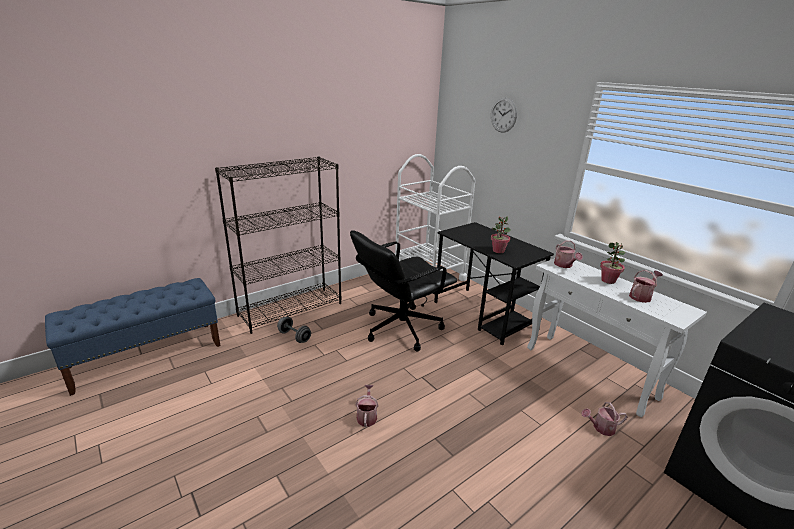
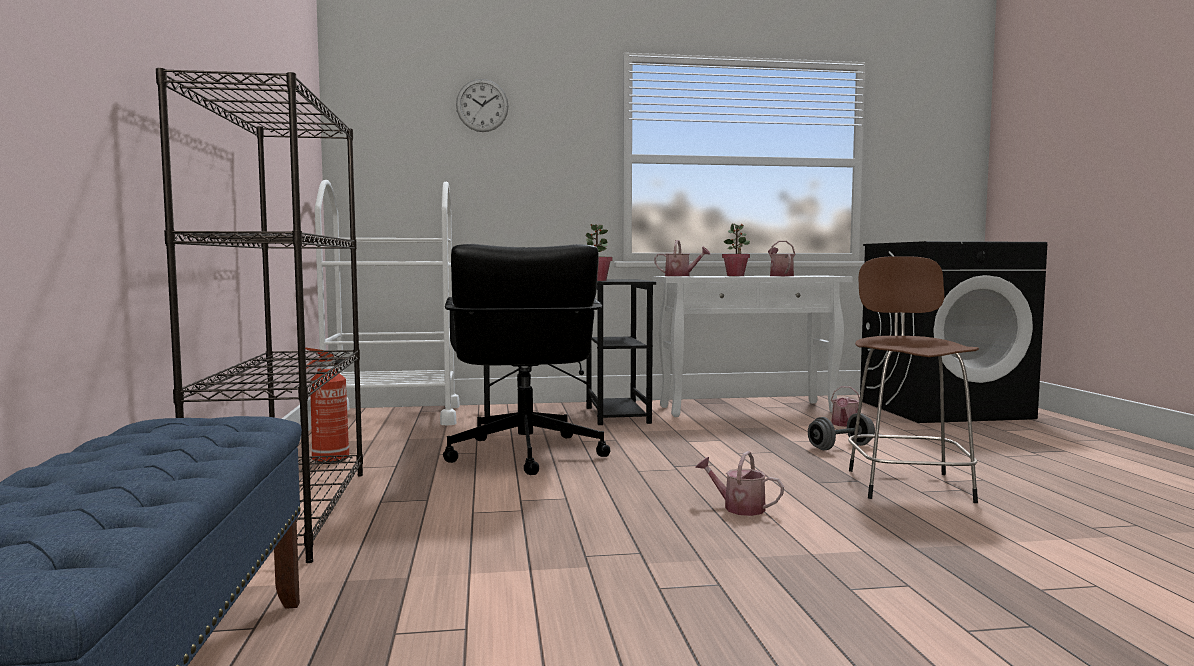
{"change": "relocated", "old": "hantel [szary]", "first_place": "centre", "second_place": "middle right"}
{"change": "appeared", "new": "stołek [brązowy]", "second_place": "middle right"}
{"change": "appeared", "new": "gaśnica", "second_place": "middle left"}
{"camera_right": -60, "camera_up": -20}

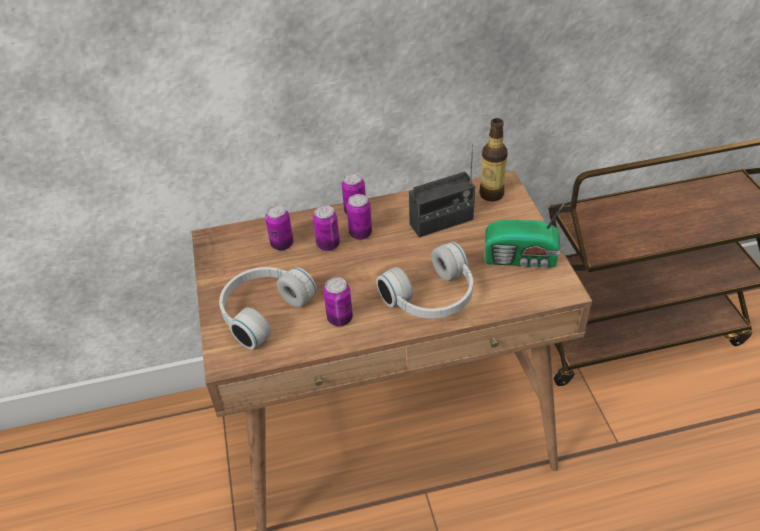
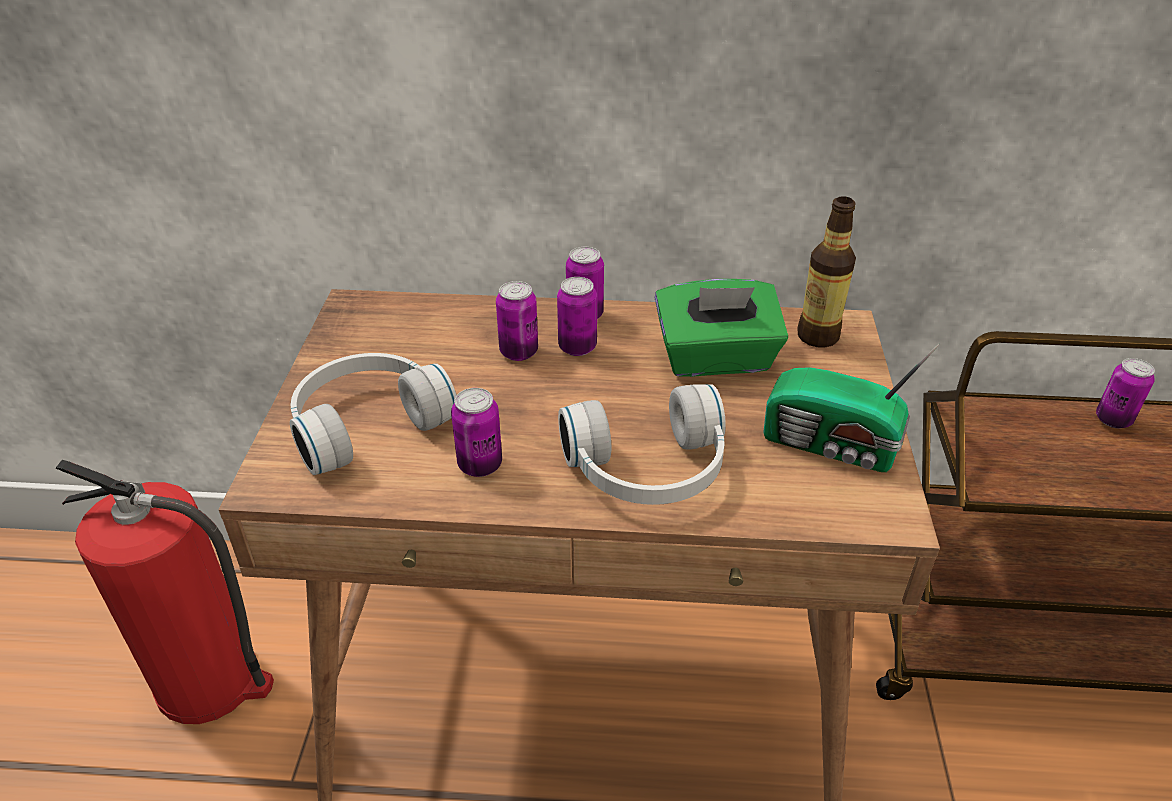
{"change": "exchanged", "old": "radio (no. 1 from left)", "new": "pudełko chusteczek [zielony]", "first_place": "centre", "second_place": "centre"}
{"change": "relocated", "old": "puszka (no. 1 from left in the first image)", "new": "puszka (no. 5 from left)", "first_place": "centre", "second_place": "middle right"}
{"change": "appeared", "new": "gaśnica", "second_place": "bottom left"}
{"camera_right": 15, "camera_up": -5}

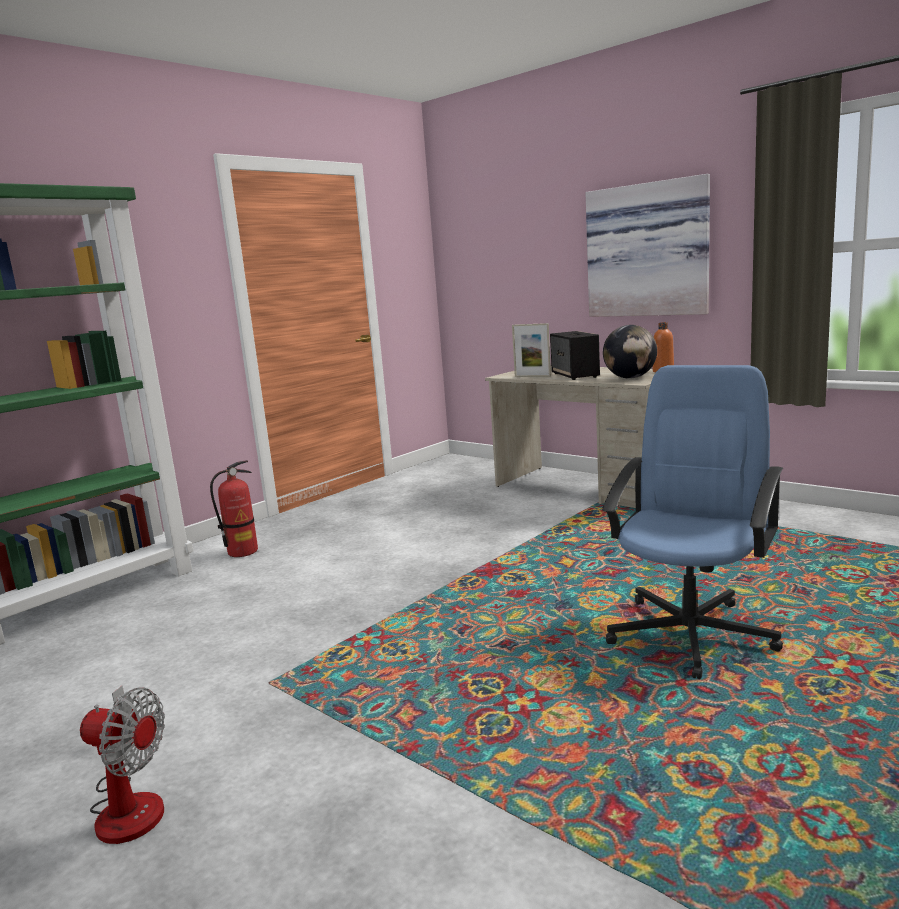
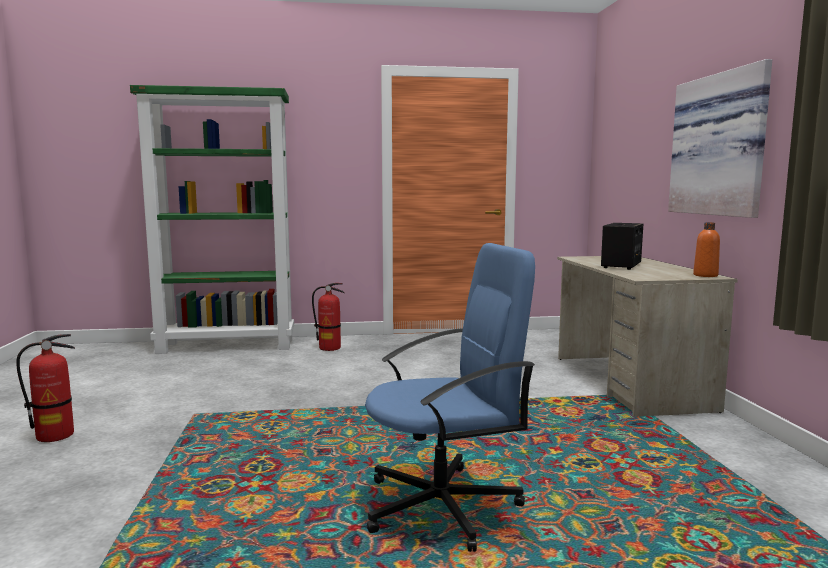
{"change": "missing", "old": "ramka na zdjęcie", "first_place": "centre"}
{"change": "missing", "old": "globus", "first_place": "middle right"}
{"change": "exchanged", "old": "wentylator", "new": "gaśnica (no. 1 from left)", "first_place": "bottom left", "second_place": "bottom left"}
{"camera_right": 40, "camera_up": -5}

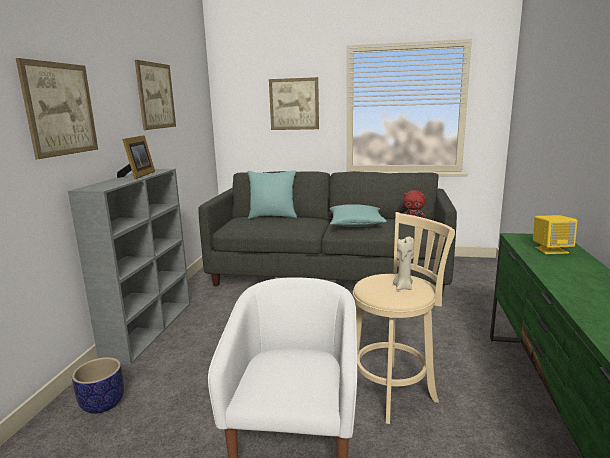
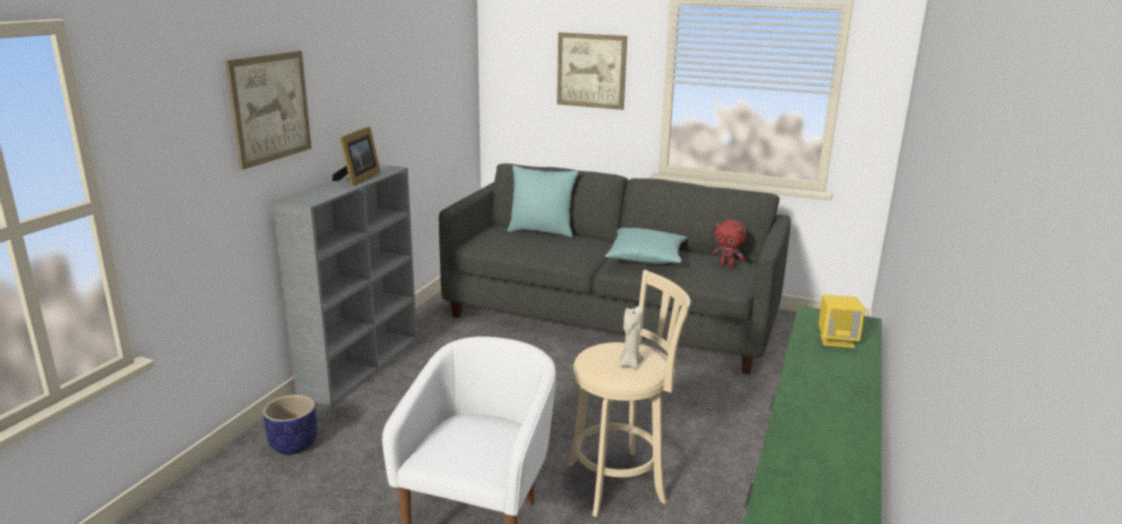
{"change": "missing", "old": "obraz (no. 2 from left)", "first_place": "top left"}
{"camera_right": 10, "camera_up": 5}

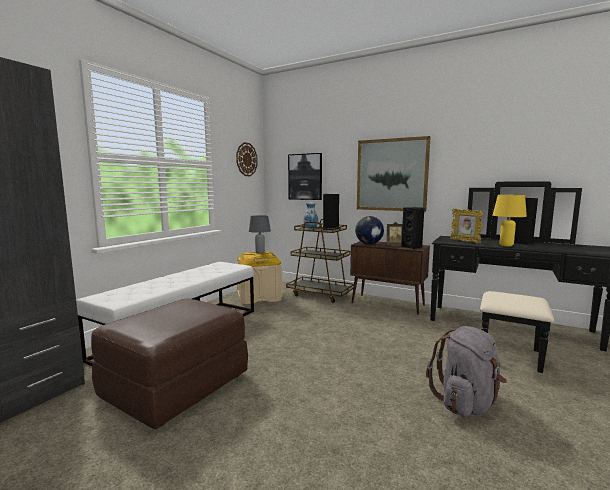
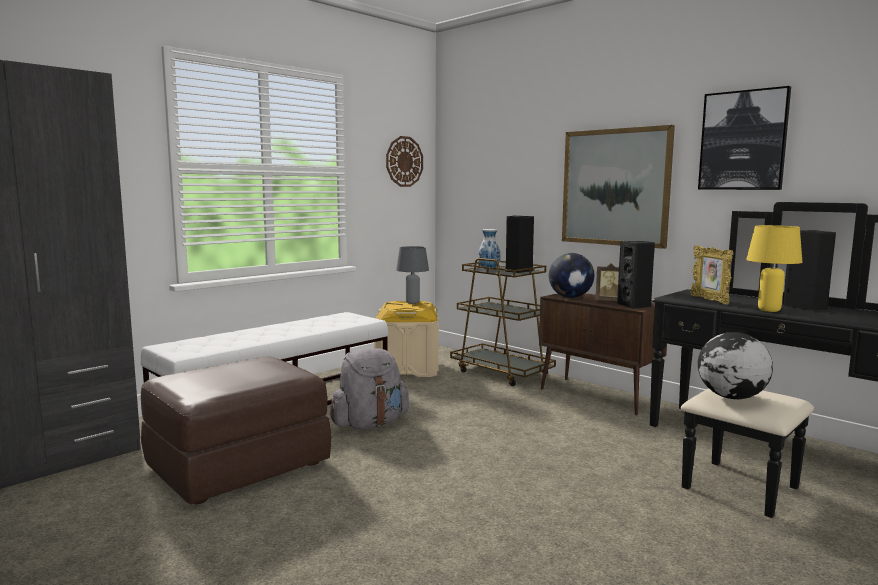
{"change": "relocated", "old": "obraz (no. 1 from left in the first image)", "new": "obraz (no. 2 from left)", "first_place": "centre", "second_place": "top right"}
{"change": "relocated", "old": "plecak [szary]", "first_place": "bottom right", "second_place": "centre"}
{"change": "appeared", "new": "globus (no. 2 from left)", "second_place": "middle right"}
{"camera_right": 15, "camera_up": 0}

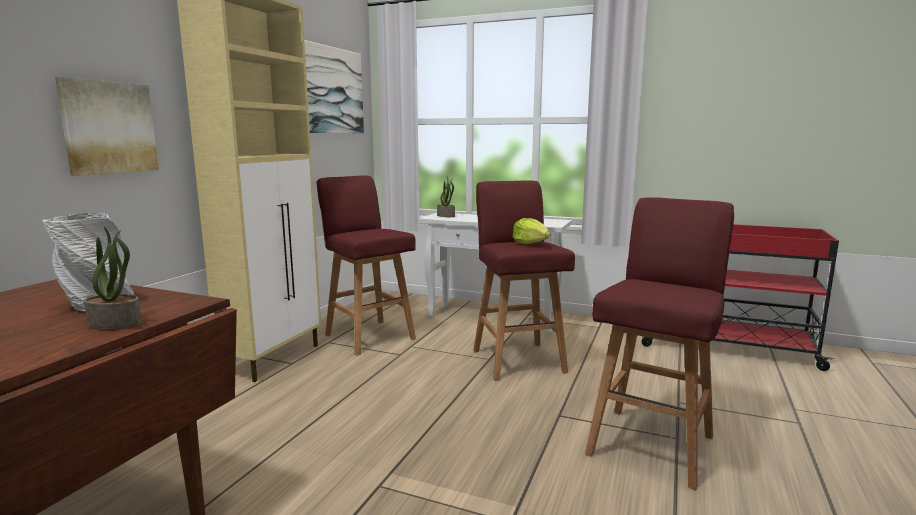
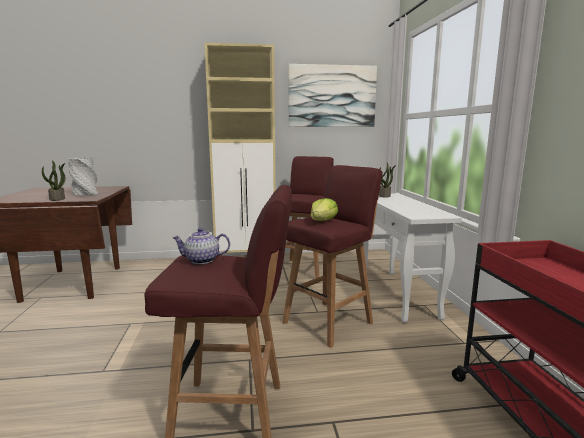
{"change": "missing", "old": "obraz (no. 1 from left)", "first_place": "top left"}
{"change": "appeared", "new": "imbryk", "second_place": "centre"}
{"camera_right": 60, "camera_up": 0}

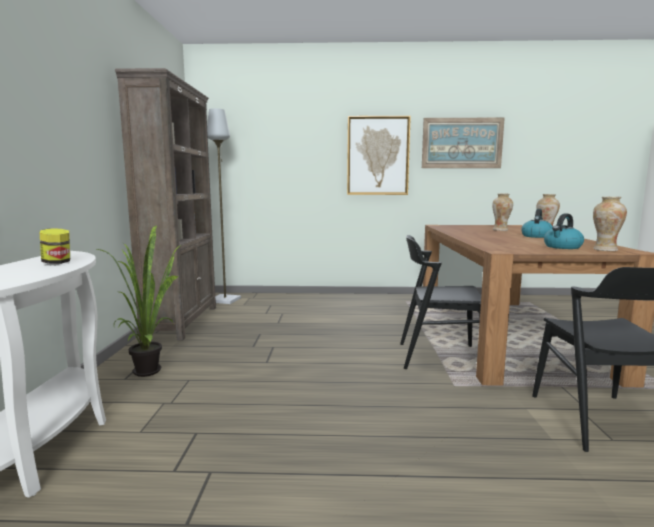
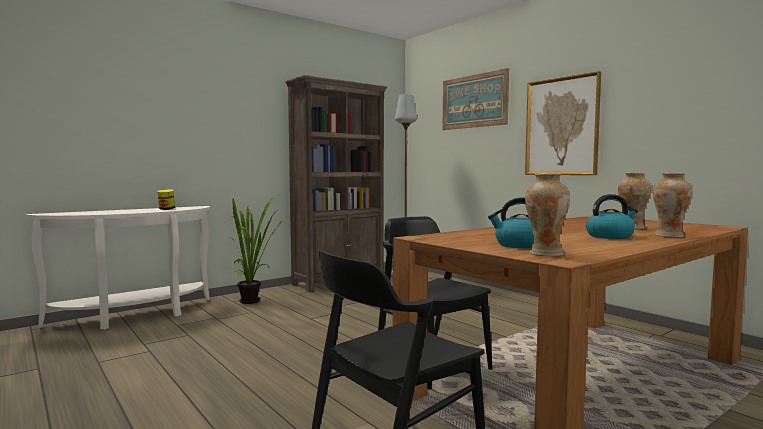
{"change": "relocated", "old": "obraz (no. 2 from left in the first image)", "new": "obraz (no. 1 from left)", "first_place": "top right", "second_place": "top centre"}
{"camera_right": 50, "camera_up": -5}

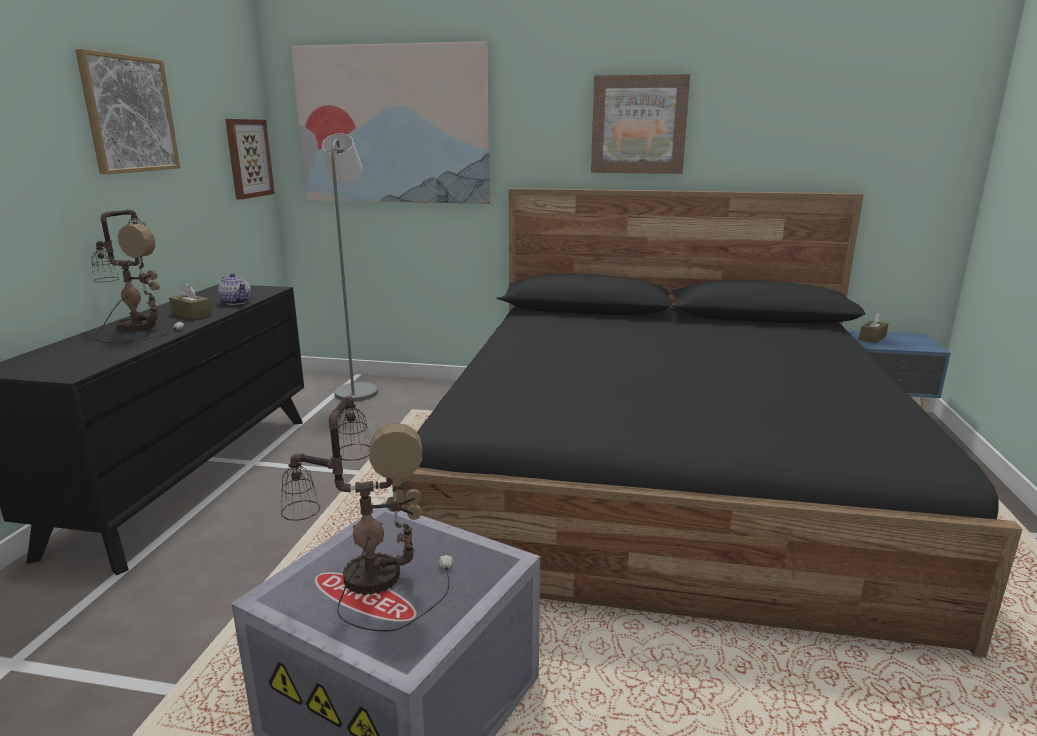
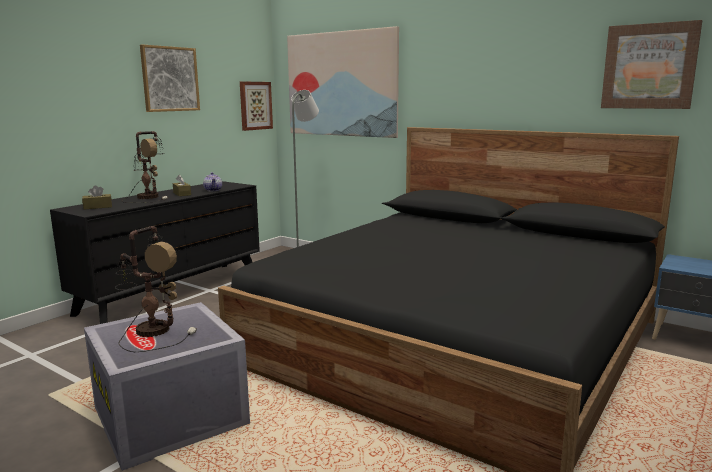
{"change": "relocated", "old": "obraz (no. 4 from left)", "first_place": "top centre", "second_place": "top right"}
{"change": "relocated", "old": "pudełko chusteczek [brązowy] (no. 2 from left in the first image)", "new": "pudełko chusteczek [brązowy] (no. 1 from left)", "first_place": "middle right", "second_place": "middle left"}
{"camera_right": 25, "camera_up": -5}

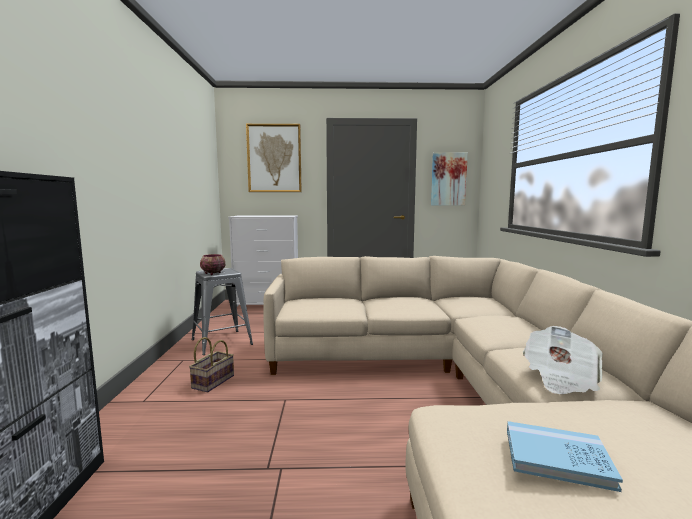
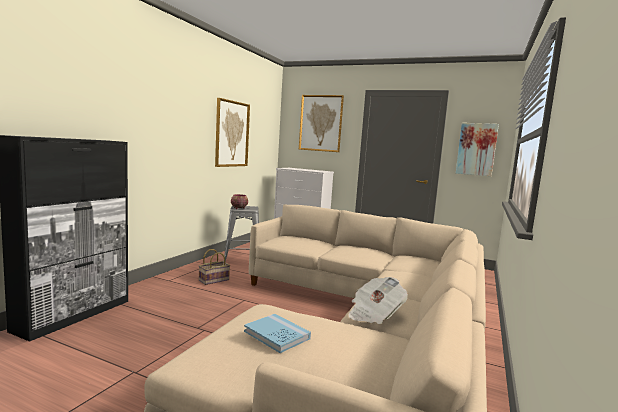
{"change": "appeared", "new": "obraz (no. 1 from left)", "second_place": "top centre"}
{"camera_right": 25, "camera_up": 0}

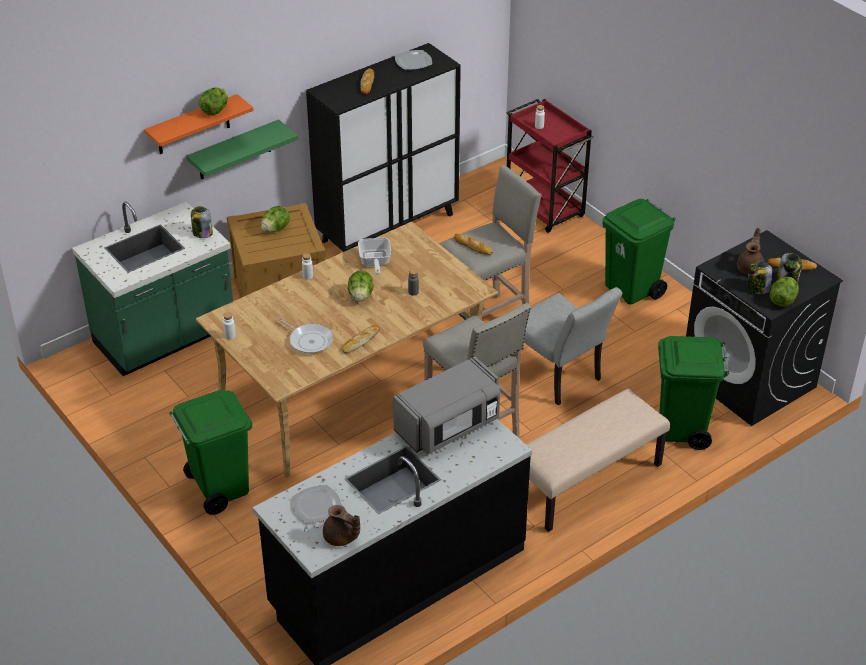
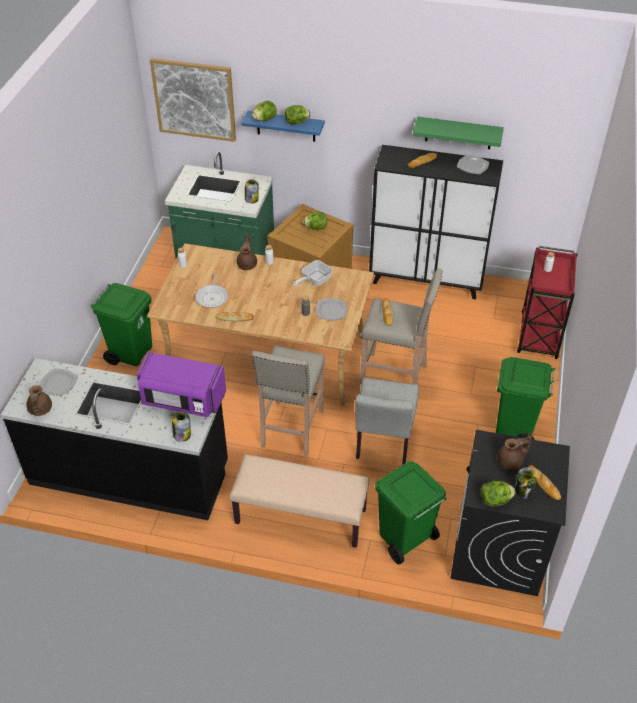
{"change": "colour", "old": "półka [pomarańczowy]", "new": "półka [niebieski]", "first_place": "top left", "second_place": "top centre"}
{"change": "relocated", "old": "półka [zielony]", "first_place": "top left", "second_place": "top right"}
{"change": "relocated", "old": "słoik (no. 2 from left in the first image)", "new": "słoik (no. 1 from left)", "first_place": "middle right", "second_place": "middle left"}
{"change": "relocated", "old": "sałata (no. 3 from left in the first image)", "new": "sałata (no. 1 from left)", "first_place": "centre", "second_place": "top centre"}
{"change": "colour", "old": "mikrofalówka [szary]", "new": "mikrofalówka [fioletowy]", "first_place": "centre", "second_place": "middle left"}
{"change": "appeared", "new": "obraz", "second_place": "top left"}
{"change": "appeared", "new": "imbryk [brązowy] (no. 2 from left)", "second_place": "centre"}
{"change": "appeared", "new": "talerz (no. 2 from left)", "second_place": "centre"}
{"camera_right": 50, "camera_up": 5}

